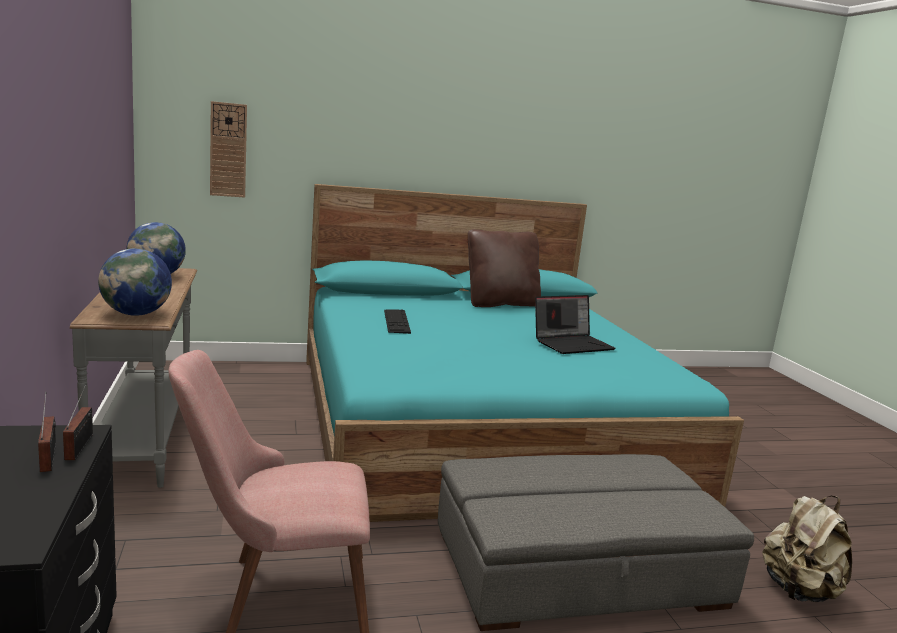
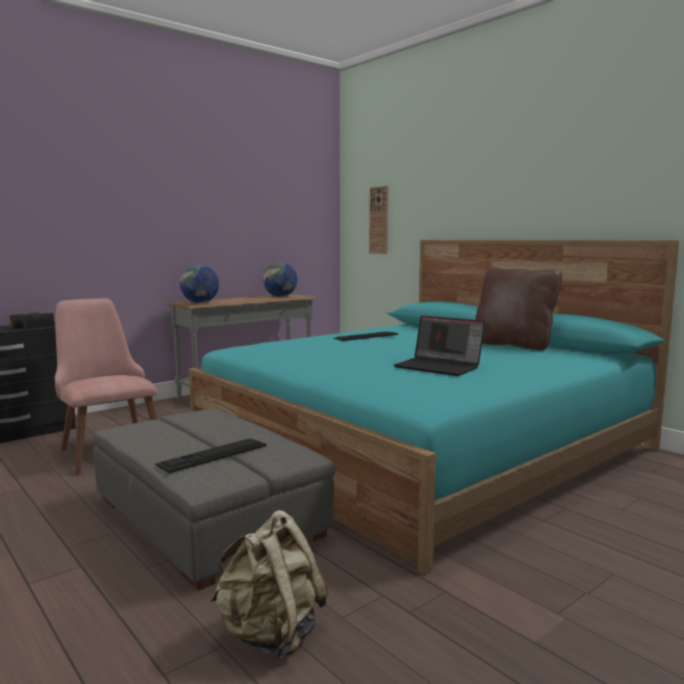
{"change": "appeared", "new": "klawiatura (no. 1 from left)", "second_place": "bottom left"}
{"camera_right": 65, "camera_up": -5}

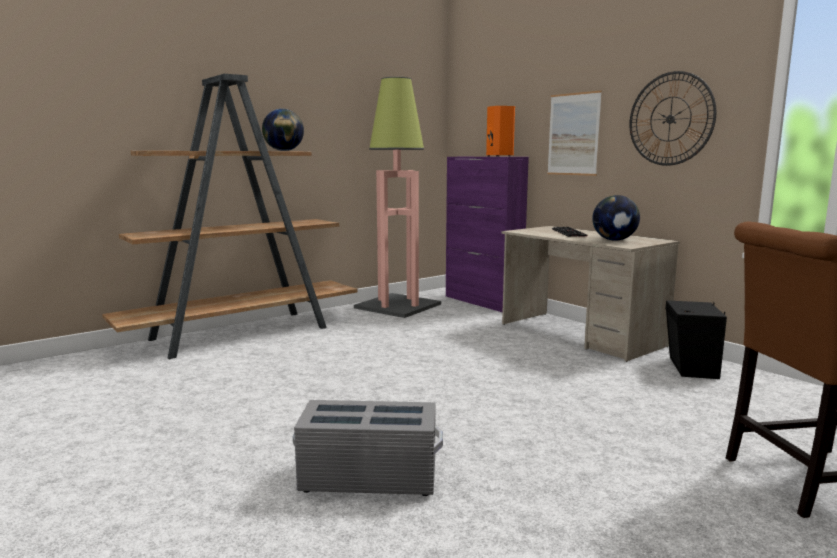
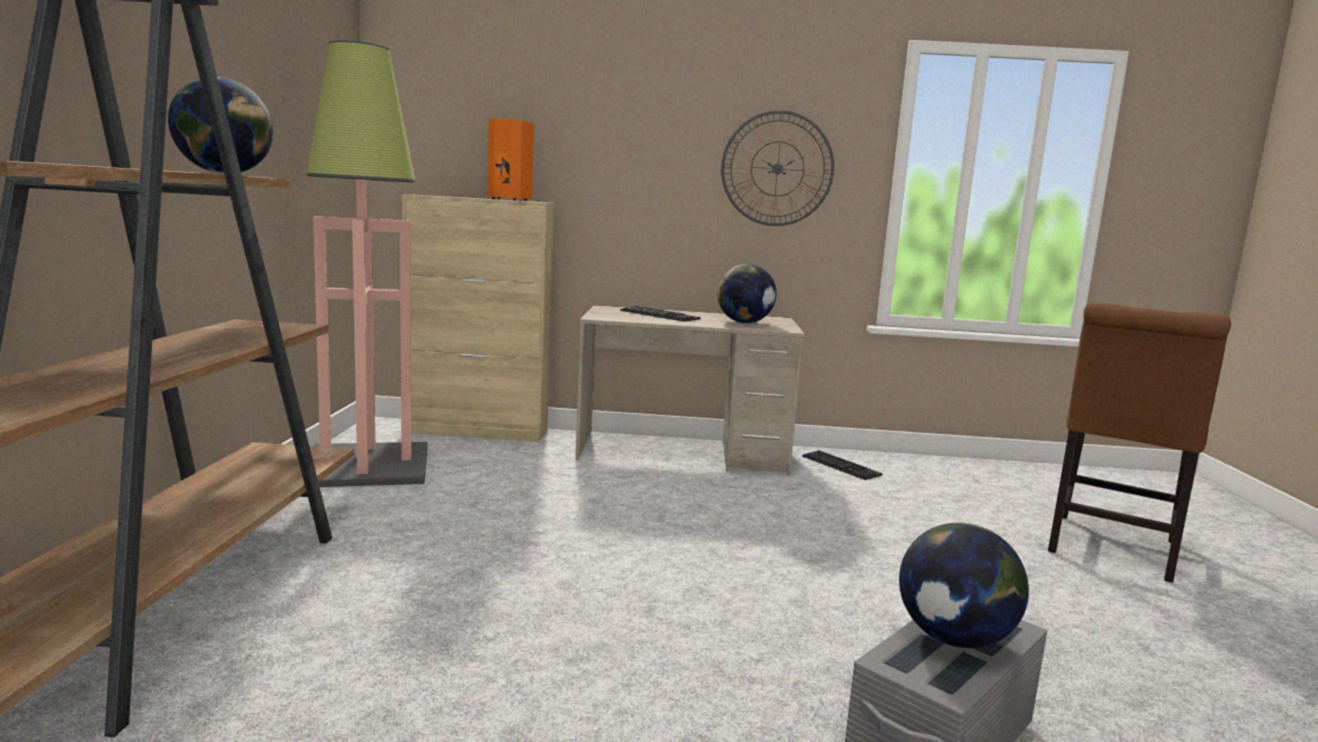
{"change": "missing", "old": "obraz", "first_place": "top right"}
{"change": "colour", "old": "szafka [fioletowy]", "new": "szafka [beżowy]", "first_place": "centre", "second_place": "centre"}
{"change": "exchanged", "old": "głośnik [czarny]", "new": "klawiatura (no. 2 from left)", "first_place": "middle right", "second_place": "centre"}
{"change": "appeared", "new": "globus (no. 3 from left)", "second_place": "bottom right"}
{"camera_right": -50, "camera_up": 0}

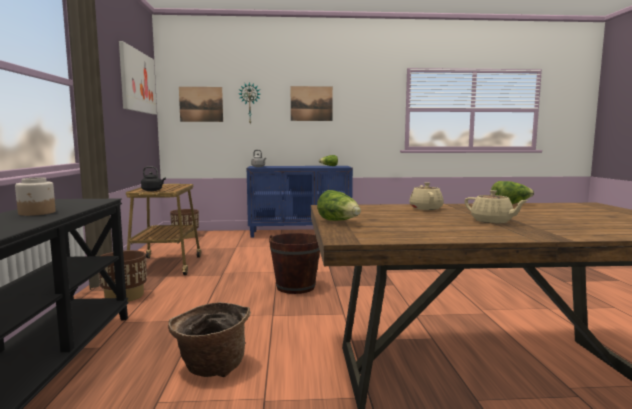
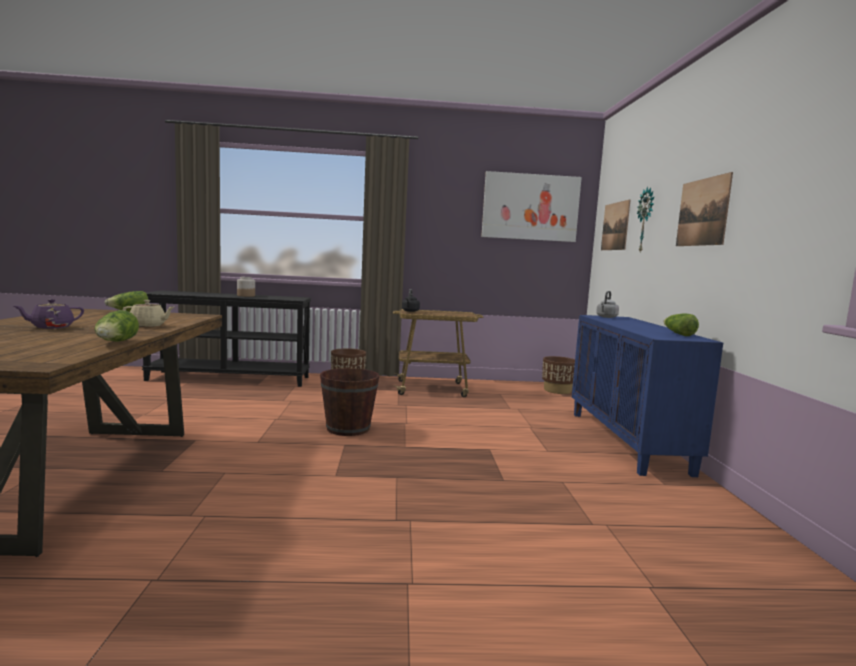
{"change": "colour", "old": "imbryk [beżowy] (no. 2 from left)", "new": "imbryk [fioletowy]", "first_place": "middle right", "second_place": "middle left"}
{"change": "missing", "old": "koszyk", "first_place": "bottom left"}
{"camera_right": 90, "camera_up": 0}

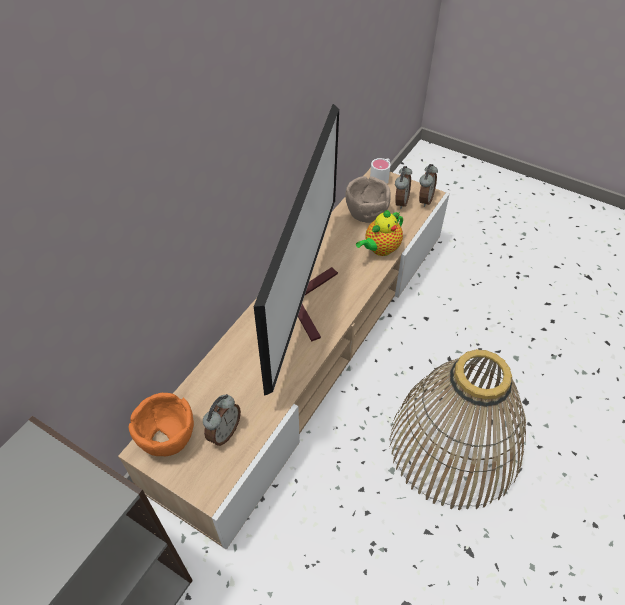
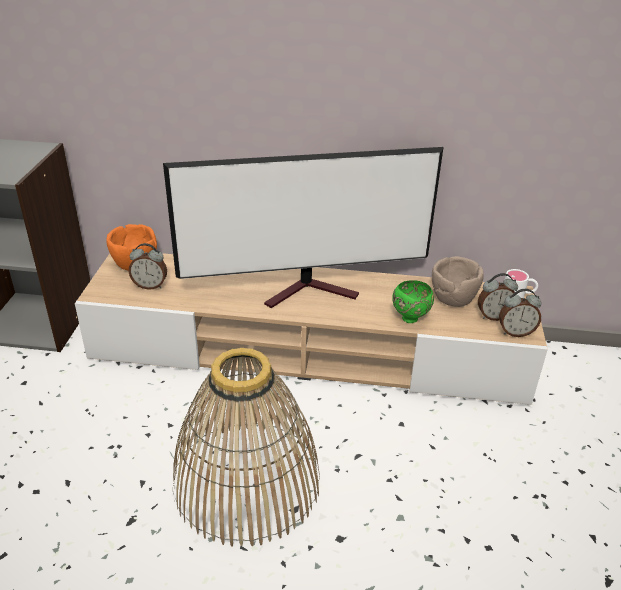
{"change": "exchanged", "old": "imbryk", "new": "miska [zielony]", "first_place": "centre", "second_place": "centre"}
{"camera_right": 65, "camera_up": -15}

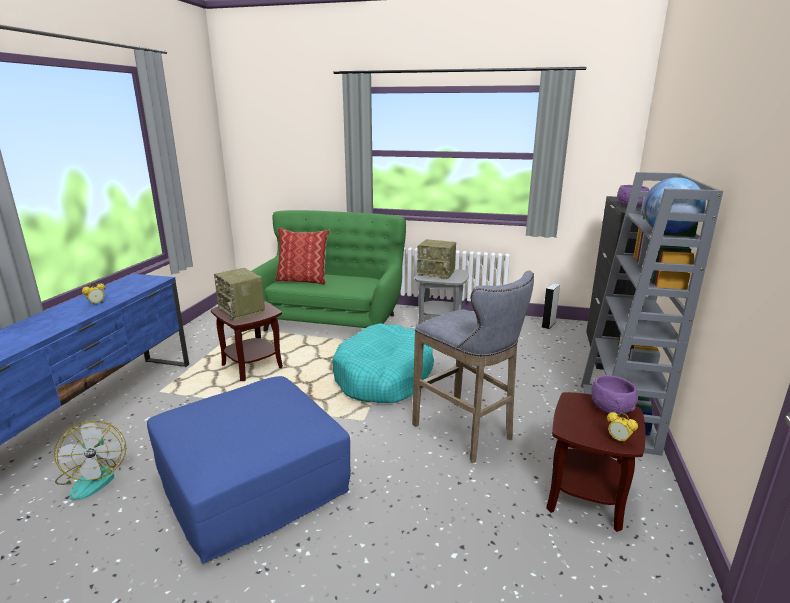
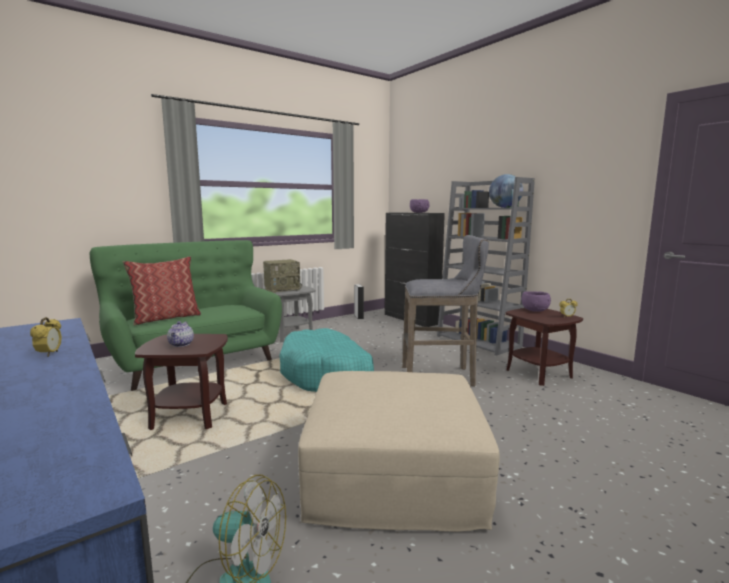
{"change": "exchanged", "old": "radio (no. 1 from left)", "new": "imbryk", "first_place": "middle left", "second_place": "middle left"}
{"change": "colour", "old": "pufa [niebieski]", "new": "pufa [beżowy]", "first_place": "bottom left", "second_place": "bottom centre"}
{"camera_right": -50, "camera_up": -10}

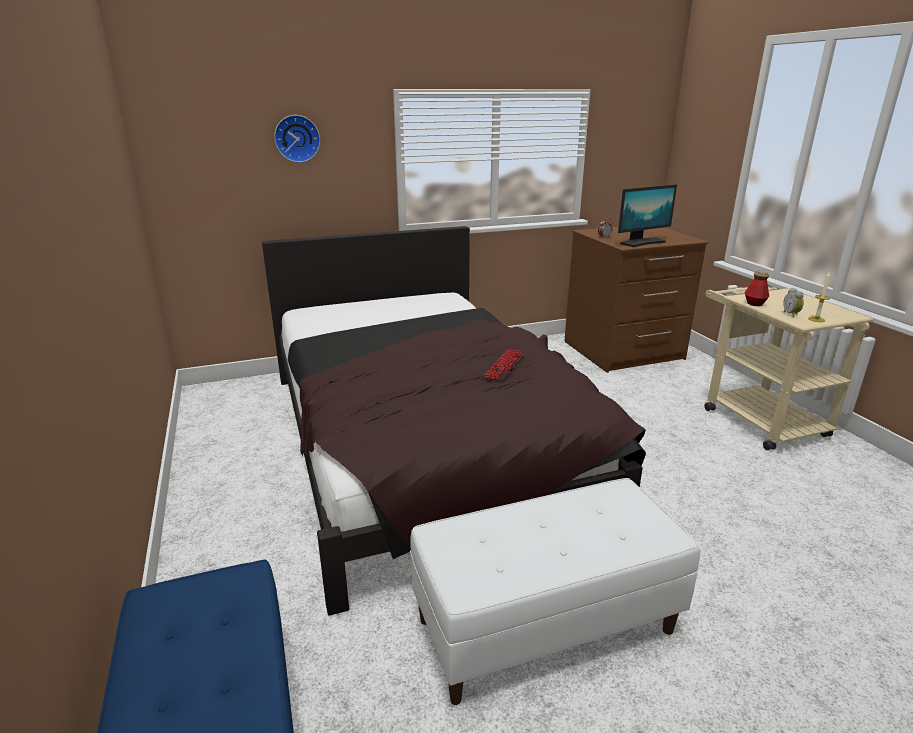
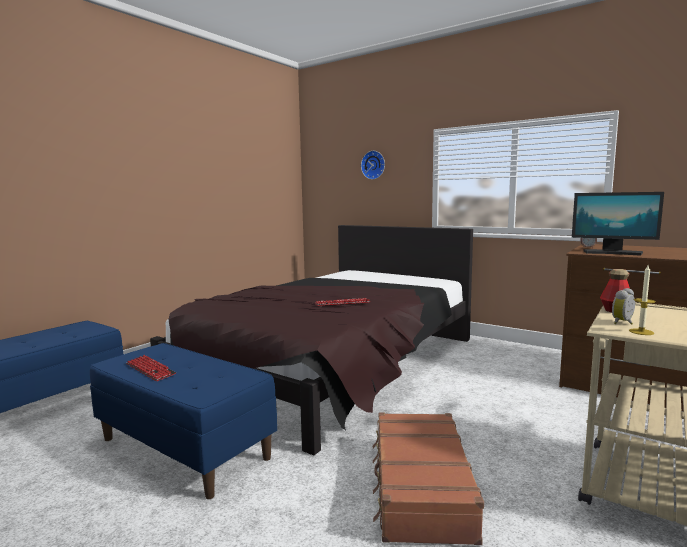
{"change": "colour", "old": "ławka [biały]", "new": "ławka [niebieski] (no. 2 from left)", "first_place": "bottom centre", "second_place": "bottom left"}
{"change": "appeared", "new": "klawiatura (no. 1 from left)", "second_place": "bottom left"}
{"change": "appeared", "new": "walizka [brązowy]", "second_place": "bottom centre"}
{"camera_right": 55, "camera_up": -15}

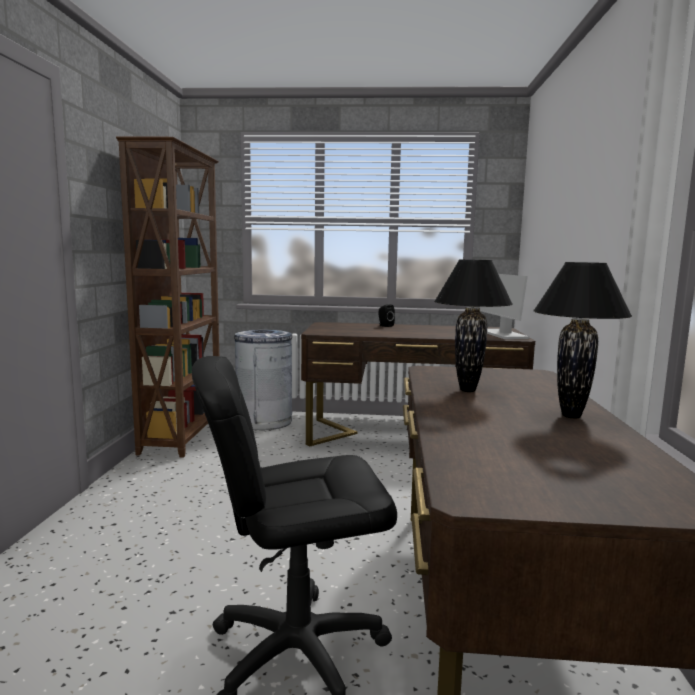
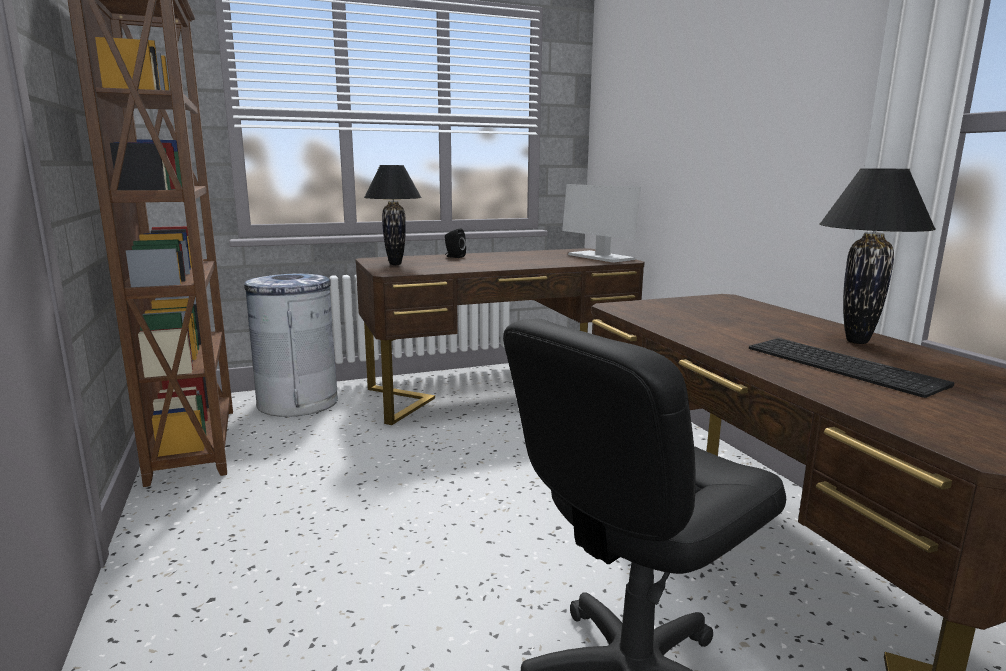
{"change": "relocated", "old": "lampa stołowa [czarny] (no. 1 from left)", "first_place": "middle right", "second_place": "top centre"}
{"change": "appeared", "new": "klawiatura", "second_place": "middle right"}
{"camera_right": -25, "camera_up": 5}

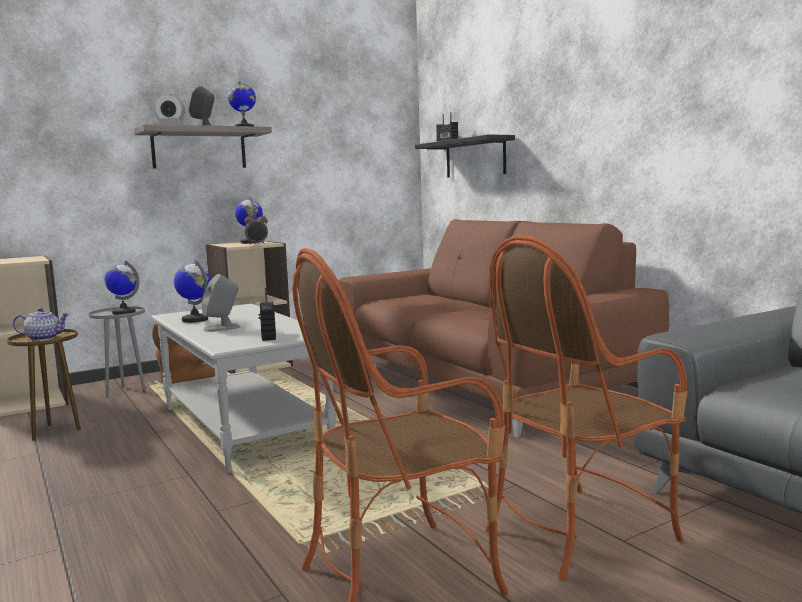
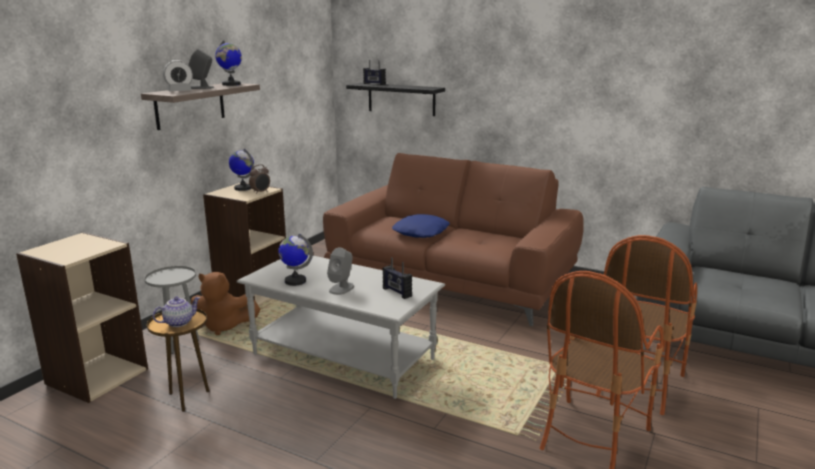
{"change": "missing", "old": "globus (no. 1 from left)", "first_place": "middle left"}
{"change": "appeared", "new": "poduszka [niebieski]", "second_place": "centre"}
{"camera_right": -30, "camera_up": 10}

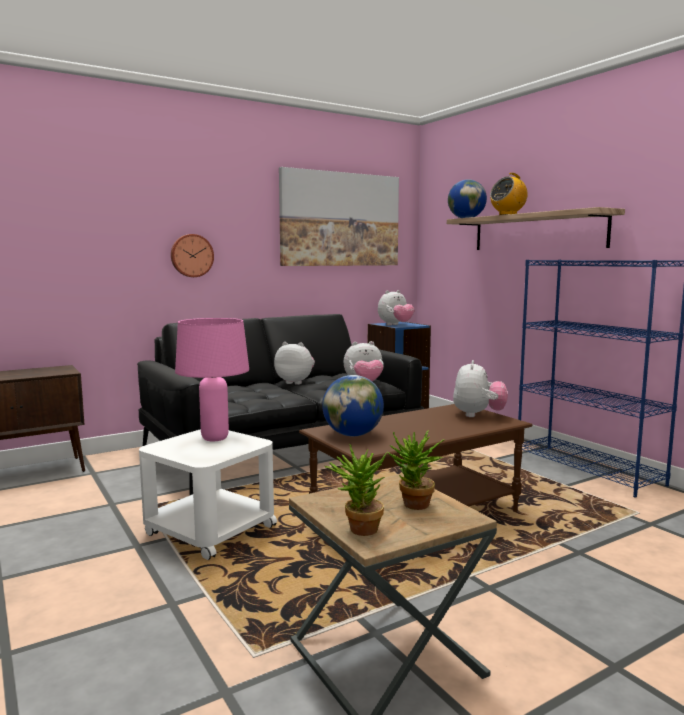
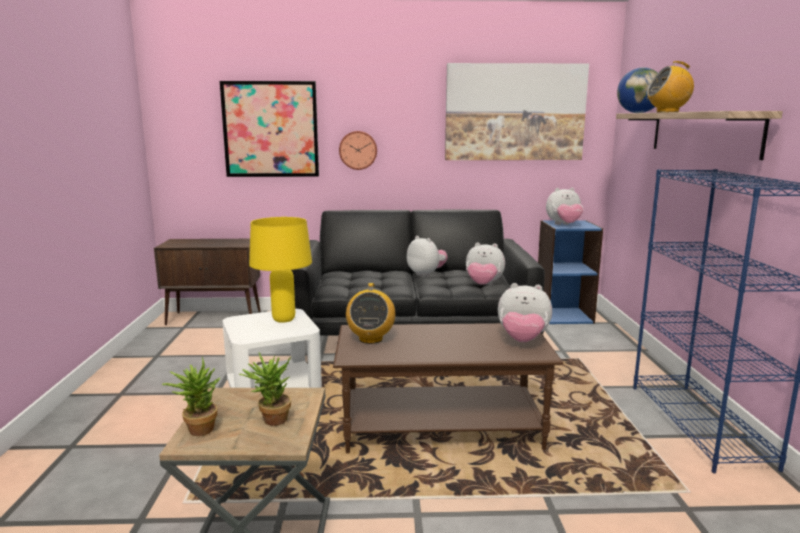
{"change": "colour", "old": "lampa stołowa [różowy]", "new": "lampa stołowa [żółty]", "first_place": "middle left", "second_place": "centre"}
{"change": "spun", "old": "pluszak (no. 4 from left in the first image)", "first_place": "middle right", "second_place": "centre", "degrees": 60}
{"change": "exchanged", "old": "globus (no. 1 from left)", "new": "radio (no. 1 from left)", "first_place": "centre", "second_place": "centre"}
{"change": "appeared", "new": "obraz (no. 1 from left)", "second_place": "top centre"}
{"camera_right": 30, "camera_up": 5}

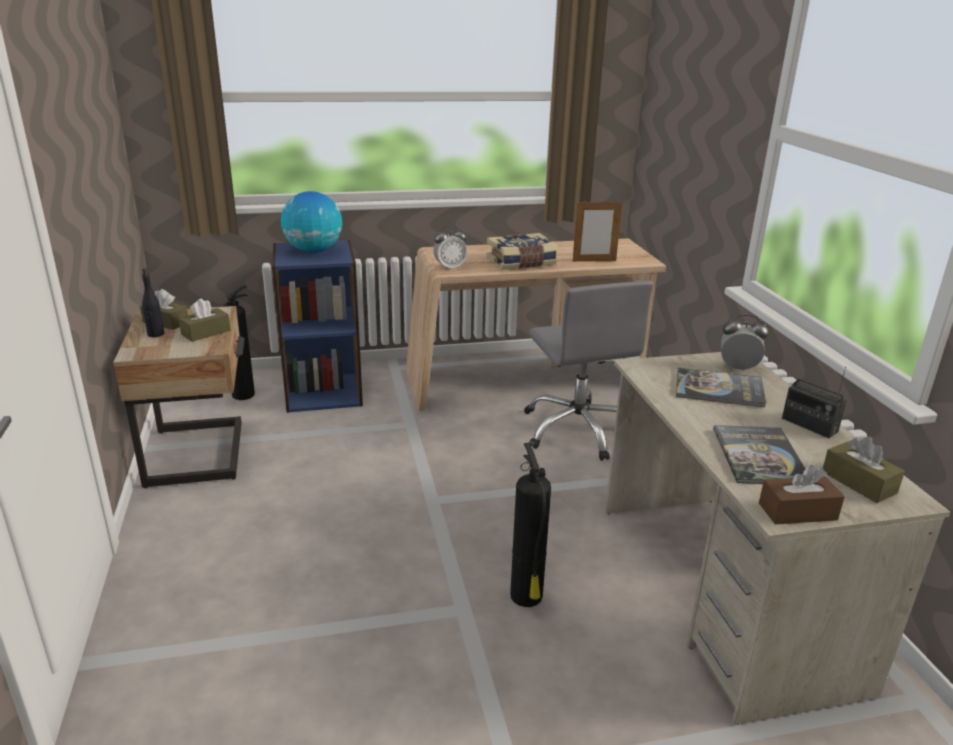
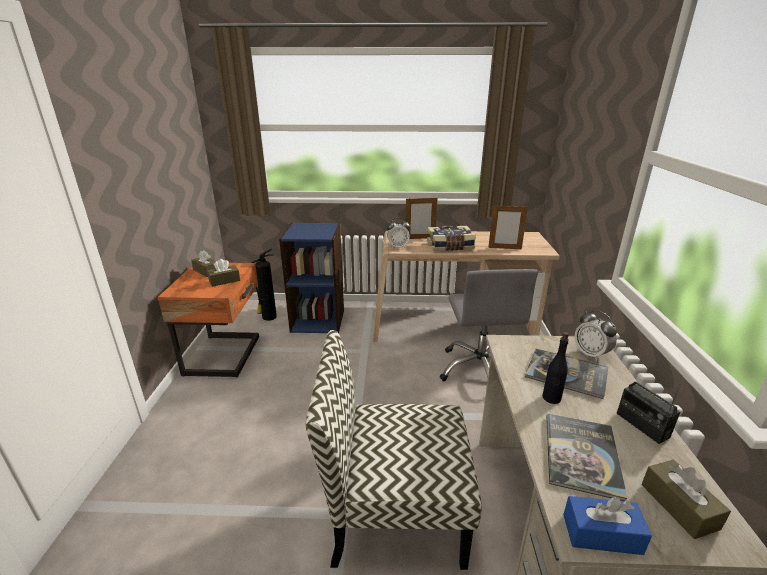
{"change": "missing", "old": "globus", "first_place": "top left"}
{"change": "relocated", "old": "butelka [czarny]", "first_place": "middle left", "second_place": "middle right"}
{"change": "colour", "old": "szafka nocna [beżowy]", "new": "szafka nocna [pomarańczowy]", "first_place": "middle left", "second_place": "middle left"}
{"change": "spun", "old": "budzik (no. 2 from left)", "first_place": "middle right", "second_place": "middle right", "degrees": -150}
{"change": "exchanged", "old": "gaśnica (no. 2 from left)", "new": "krzesło", "first_place": "bottom centre", "second_place": "bottom centre"}
{"change": "colour", "old": "pudełko chusteczek [brązowy] (no. 3 from left)", "new": "pudełko chusteczek [niebieski]", "first_place": "middle right", "second_place": "bottom right"}
{"change": "appeared", "new": "ramka na zdjęcie (no. 1 from left)", "second_place": "centre"}
{"camera_right": 15, "camera_up": 0}

